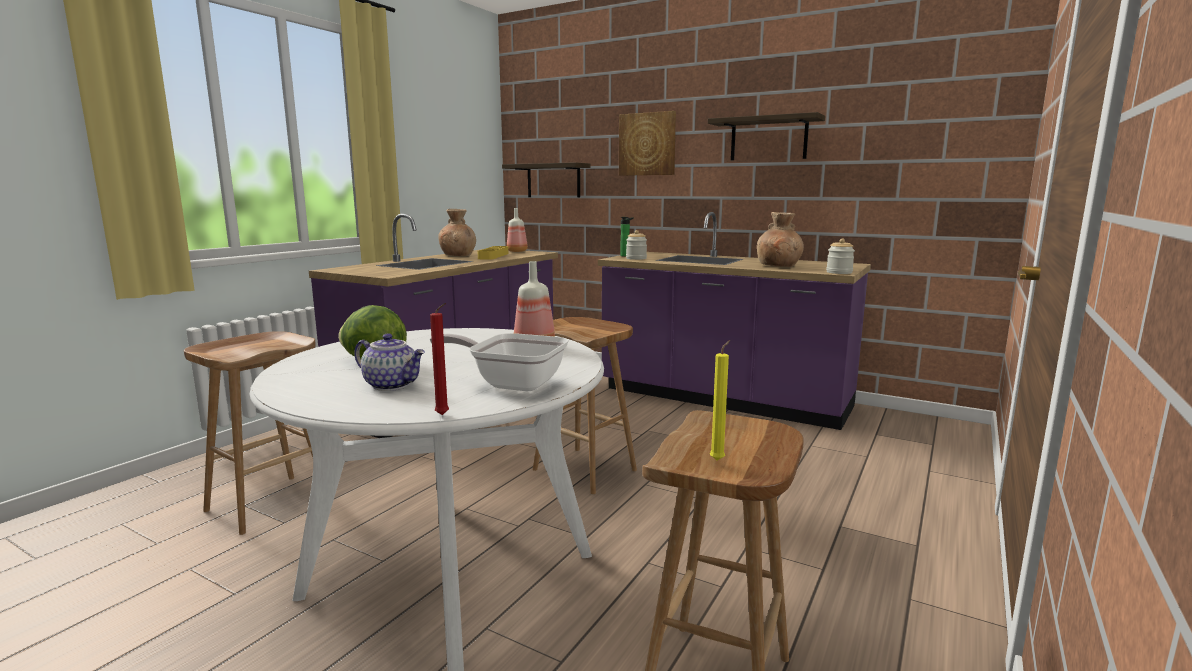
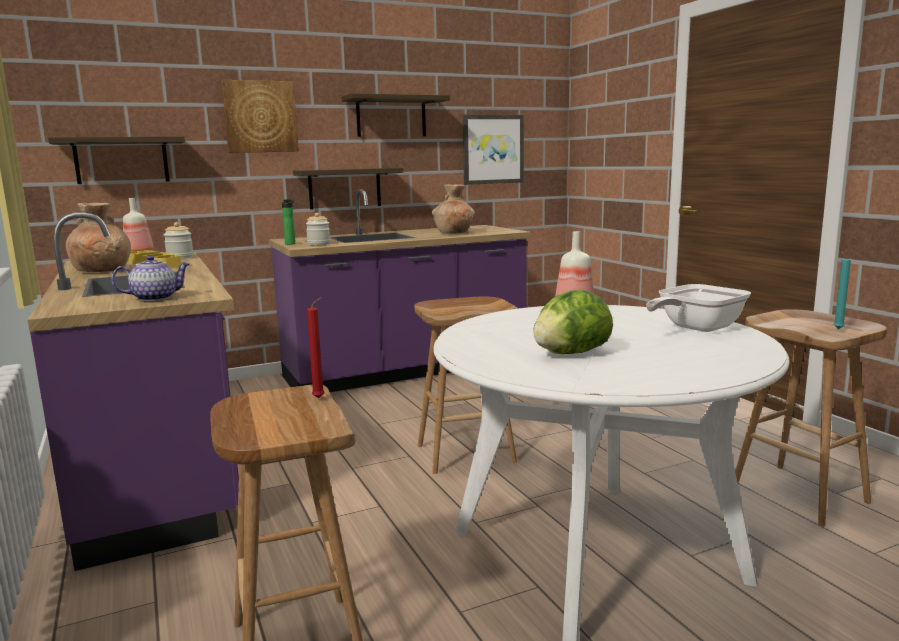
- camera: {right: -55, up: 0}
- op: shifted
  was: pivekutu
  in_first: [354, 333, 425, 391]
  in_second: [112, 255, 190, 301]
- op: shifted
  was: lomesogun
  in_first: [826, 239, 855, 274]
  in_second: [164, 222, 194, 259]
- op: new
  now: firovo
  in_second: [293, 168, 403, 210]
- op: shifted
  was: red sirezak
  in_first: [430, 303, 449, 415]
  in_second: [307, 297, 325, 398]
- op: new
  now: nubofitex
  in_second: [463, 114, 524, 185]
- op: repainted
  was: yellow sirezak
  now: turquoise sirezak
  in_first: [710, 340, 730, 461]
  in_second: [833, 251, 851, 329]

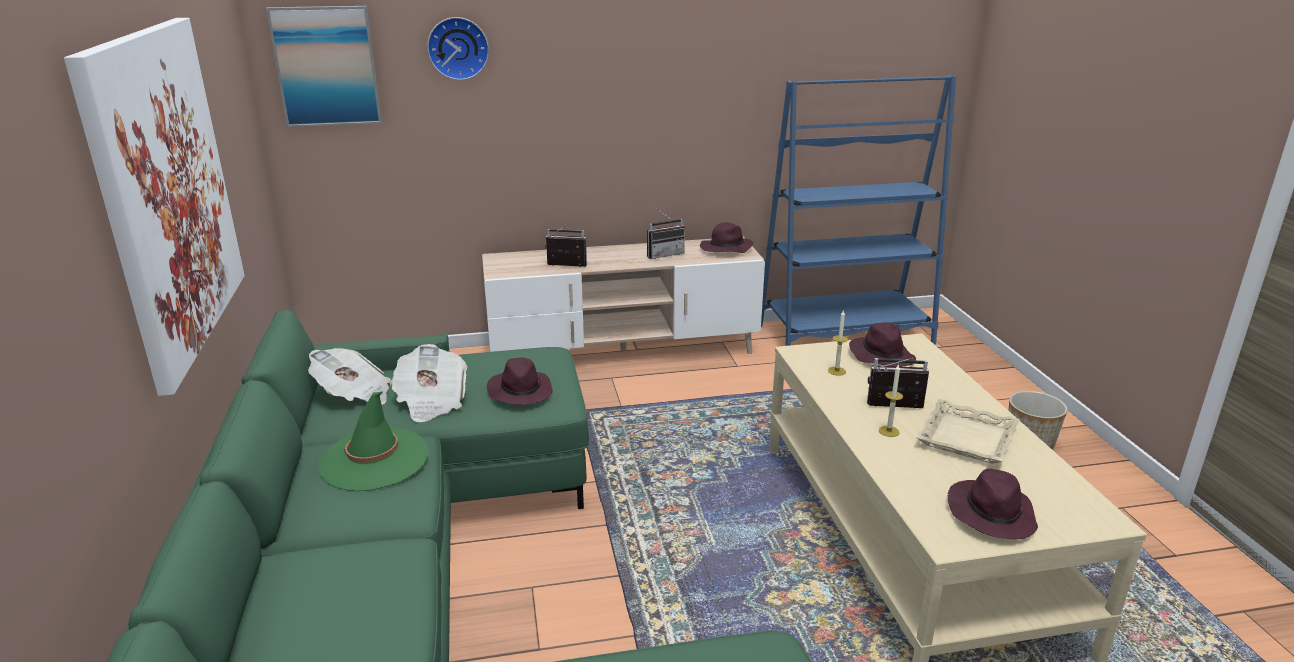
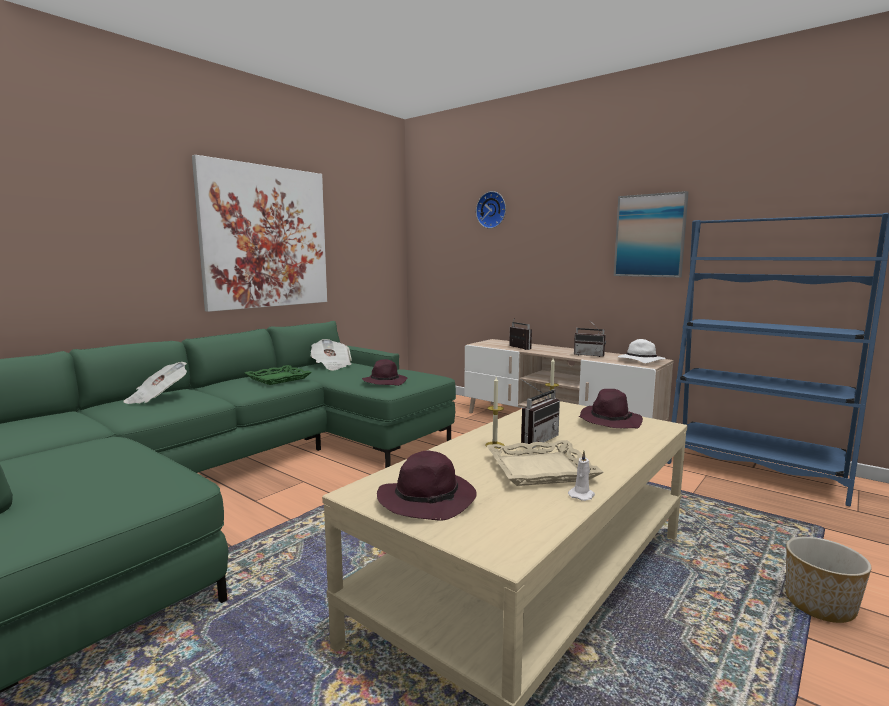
- camera: {right: 50, up: -15}
- op: shifted
  was: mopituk
  in_first: [390, 344, 467, 423]
  in_second: [124, 362, 187, 404]
- op: swapped
  was: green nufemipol
  now: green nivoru
  in_first: [319, 391, 428, 491]
  in_second: [245, 365, 312, 385]
- op: rotated
  was: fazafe
  in_first: [867, 358, 929, 408]
  in_second: [521, 379, 560, 449]
  clockwise: 75
- op: new
  now: white sirezak
  in_second: [568, 451, 595, 501]
- op: shifted
  was: nubofitex
  in_first: [266, 6, 382, 127]
  in_second: [614, 191, 689, 277]
- op: repainted
  was: purple nufemipol
  now: white nufemipol
  in_first: [700, 222, 754, 253]
  in_second: [618, 339, 666, 363]

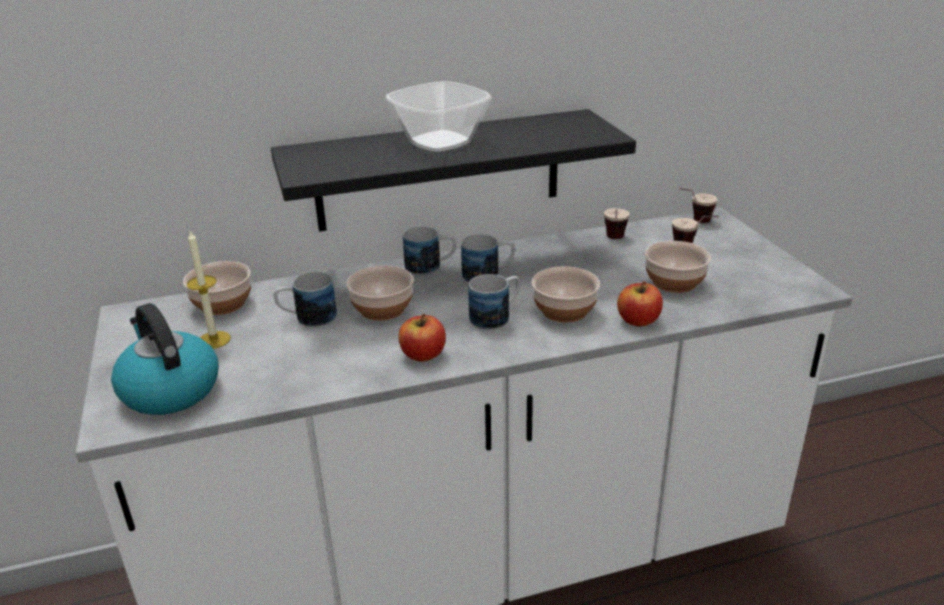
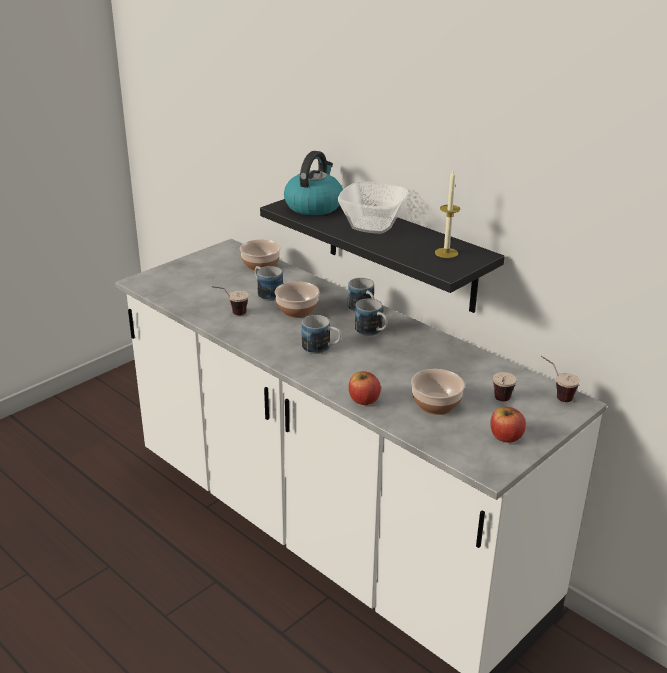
- camera: {right: 60, up: 0}
- op: shifted
  was: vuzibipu
  in_first: [604, 208, 630, 239]
  in_second: [211, 286, 249, 315]
- op: shifted
  was: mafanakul
  in_first: [111, 303, 218, 415]
  in_second: [284, 151, 343, 215]
- op: shifted
  was: sirezak
  in_first: [187, 231, 231, 349]
  in_second: [435, 170, 460, 258]
- op: shifted
  was: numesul
  in_first: [398, 314, 446, 362]
  in_second: [490, 407, 526, 443]
- op: gone
  was: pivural
  in_first: [532, 266, 600, 322]

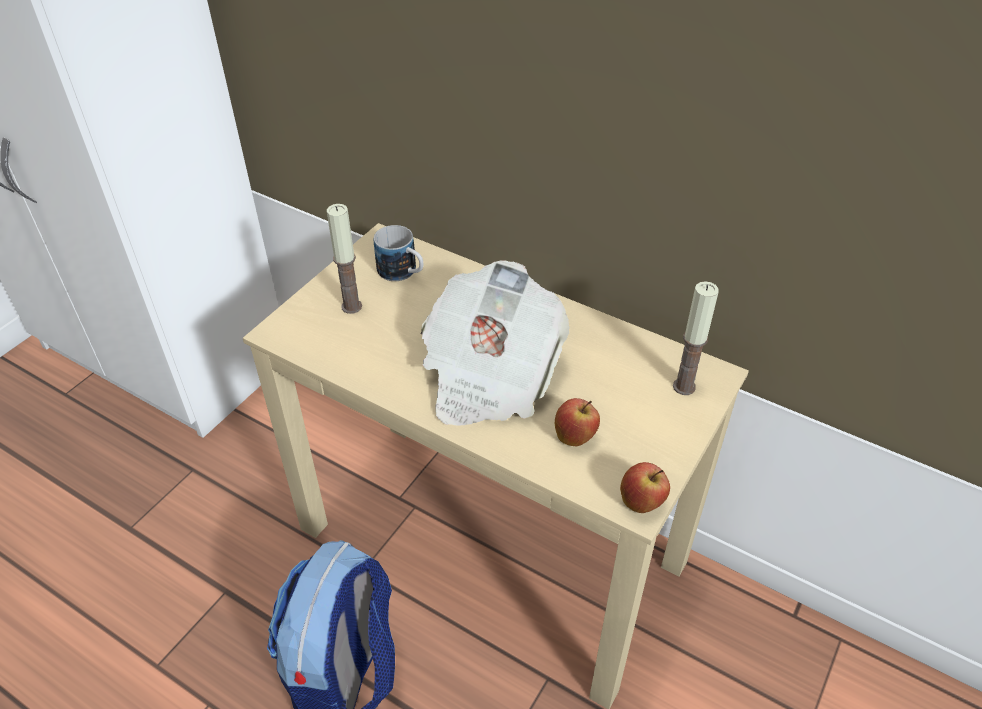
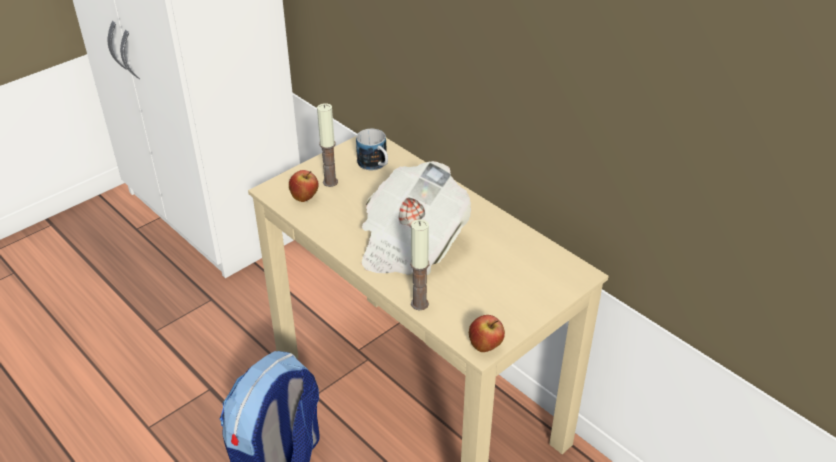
- camera: {right: 15, up: -5}
- op: shifted
  was: numesul
  in_first: [555, 398, 600, 446]
  in_second: [289, 170, 319, 202]
- op: shifted
  was: sirezak
  in_first: [673, 281, 719, 395]
  in_second: [410, 219, 429, 310]

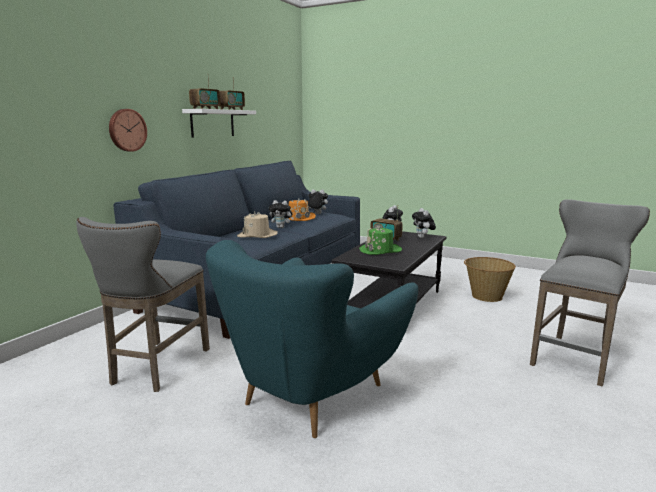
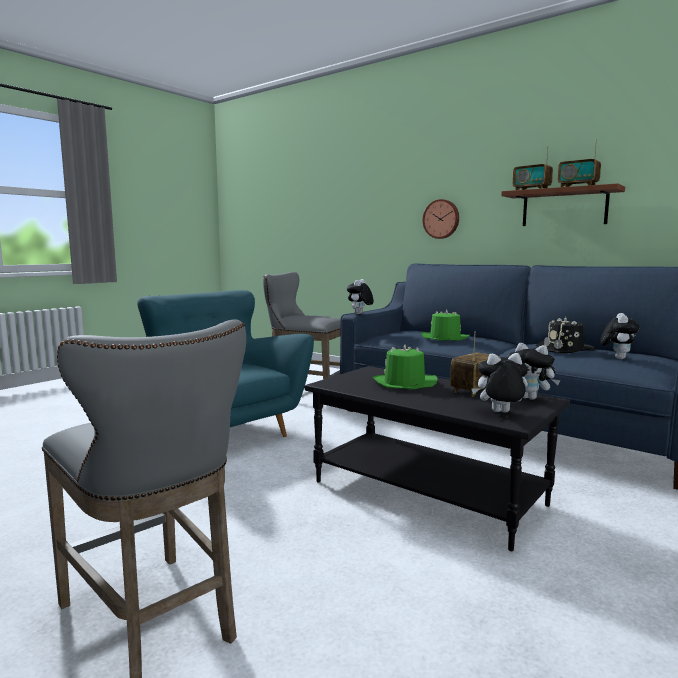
- camera: {right: 100, up: -5}
- op: shifted
  was: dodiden
  in_first: [268, 200, 294, 228]
  in_second: [347, 279, 374, 314]
- op: repainted
  was: beige nufemipol
  now: green nufemipol
  in_first: [237, 212, 278, 238]
  in_second: [421, 309, 470, 341]
- op: repainted
  was: white firovo
  now: brown firovo
  in_first: [182, 109, 256, 138]
  in_second: [501, 183, 625, 226]
- op: repainted
  was: orange nufemipol
  now: black nufemipol
  in_first: [288, 198, 316, 221]
  in_second: [536, 317, 596, 353]
- op: gone
  was: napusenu
  in_first: [464, 257, 516, 302]

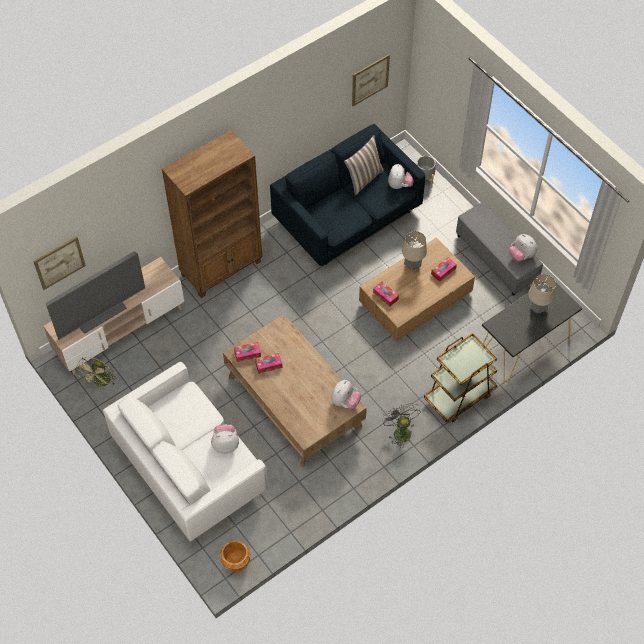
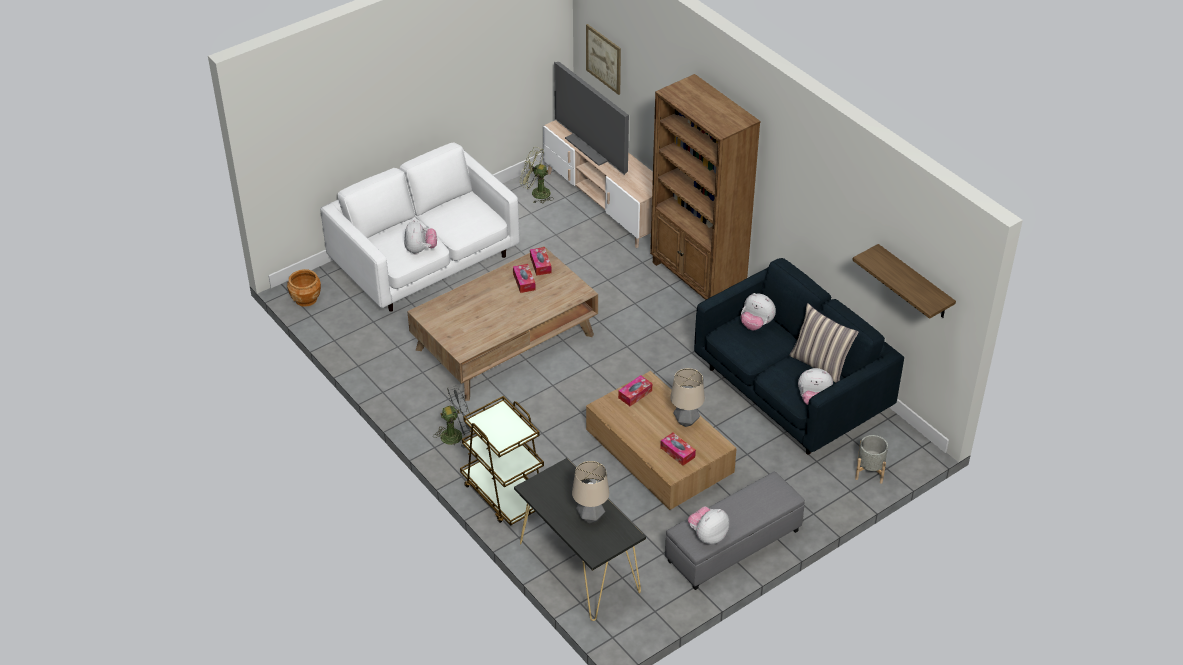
- camera: {right: 90, up: -15}
- op: shifted
  was: dodiden
  in_first: [331, 380, 361, 409]
  in_second: [740, 293, 776, 330]
- op: swapped
  was: nubofitex
  now: firovo
  in_first: [352, 54, 390, 106]
  in_second: [852, 244, 956, 319]

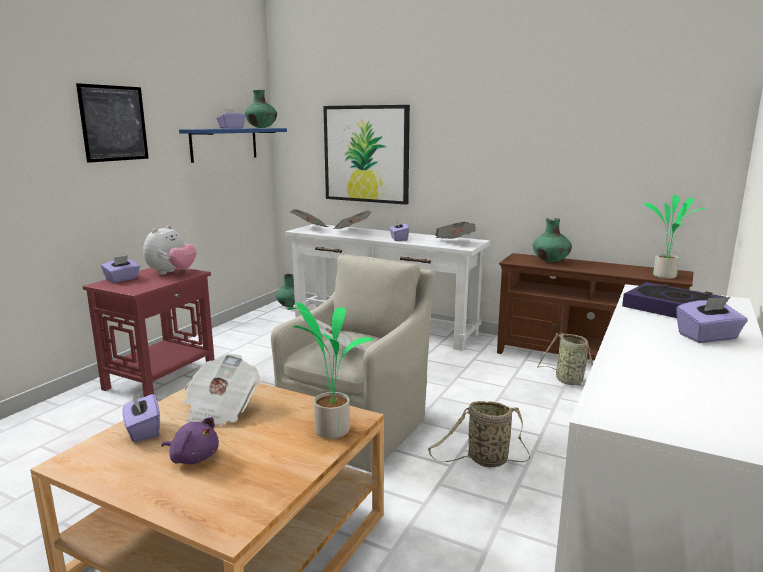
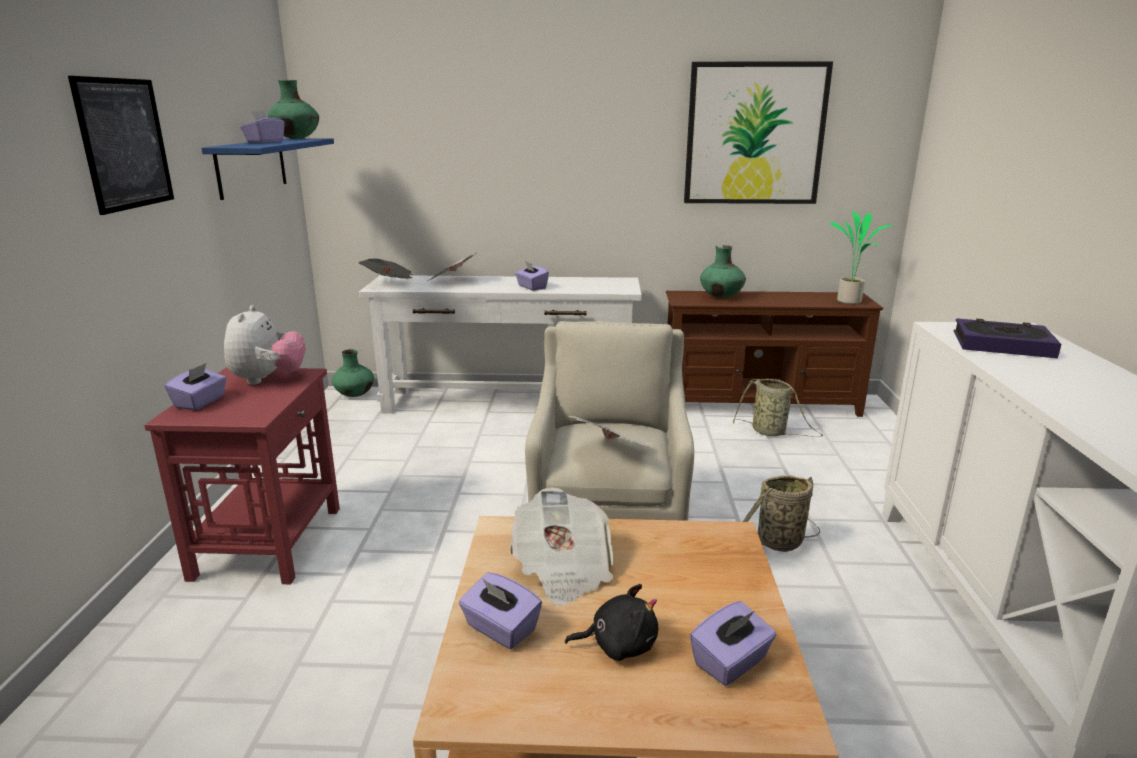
- camera: {right: -25, up: 5}
- op: repainted
  was: purple dodiden
  now: black dodiden
  in_first: [162, 417, 219, 464]
  in_second: [565, 584, 658, 661]
- op: shifted
  was: nubofitex
  in_first: [323, 105, 410, 205]
  in_second: [684, 61, 833, 204]
- op: shifted
  was: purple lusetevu
  in_first: [676, 297, 748, 343]
  in_second: [690, 601, 776, 686]
- op: gone
  was: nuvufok
  in_first: [288, 302, 374, 439]
- op: gone
  was: mopituk
  in_first: [435, 222, 476, 239]

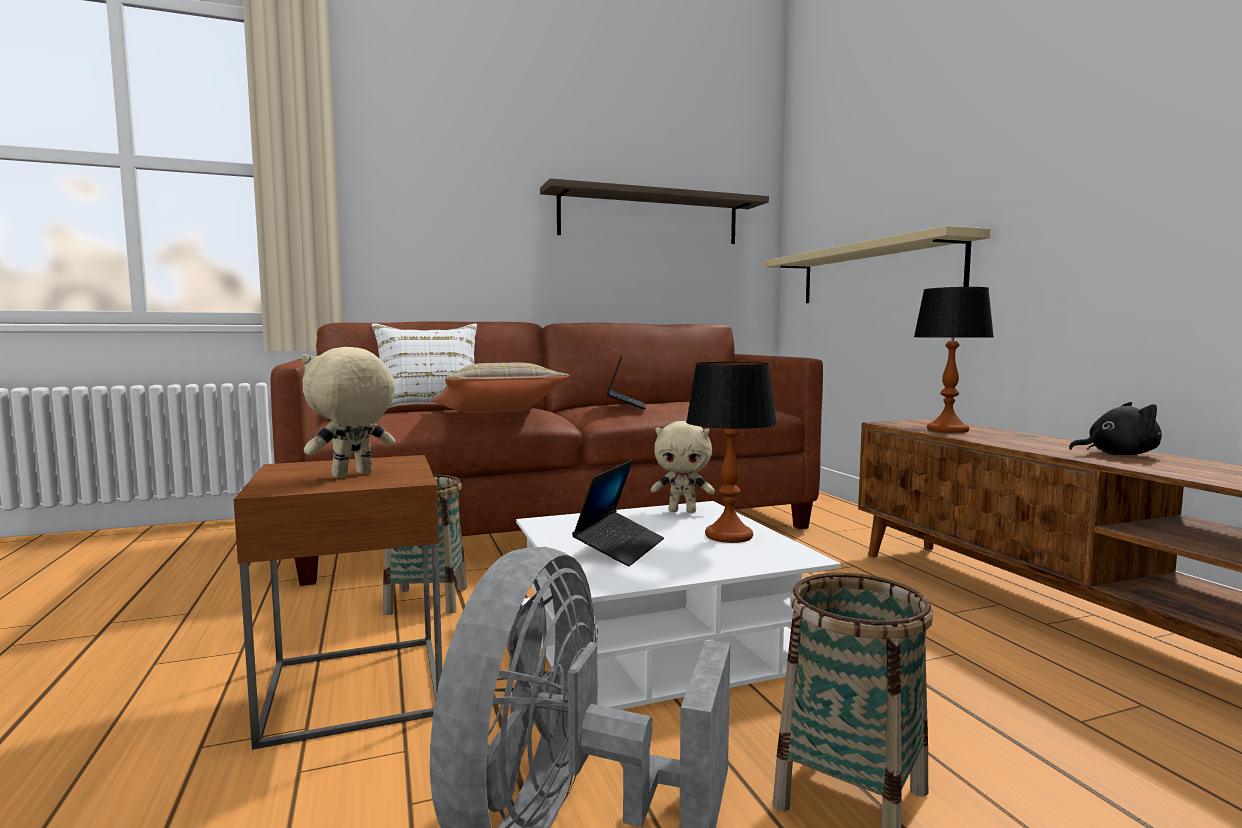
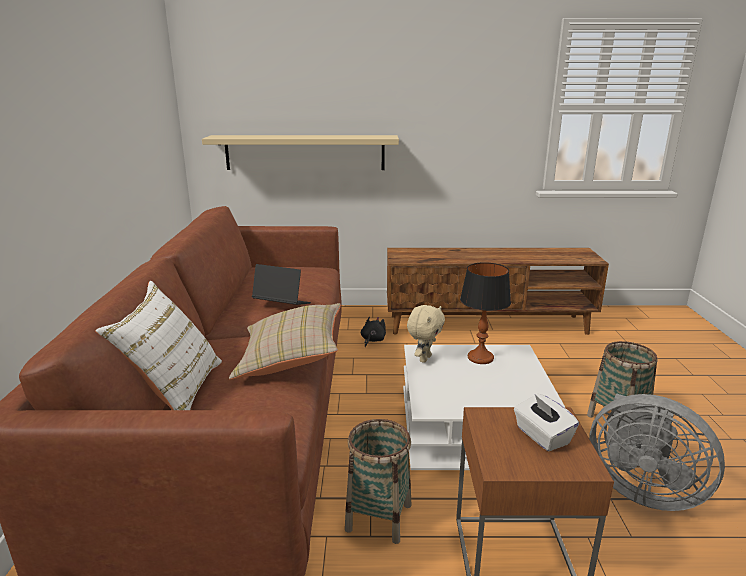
- camera: {right: -70, up: 15}
- op: shifted
  was: black dodiden
  in_first: [1069, 402, 1162, 455]
  in_second: [361, 317, 386, 347]
- op: swapped
  was: beige dodiden
  now: white lusetevu
  in_first: [301, 347, 396, 478]
  in_second: [514, 394, 579, 451]
- op: gone
  was: firovo
  in_first: [540, 178, 769, 244]
- op: gone
  was: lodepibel
  in_first: [572, 460, 664, 566]
- op: gone
  was: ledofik
  in_first: [914, 287, 994, 433]

